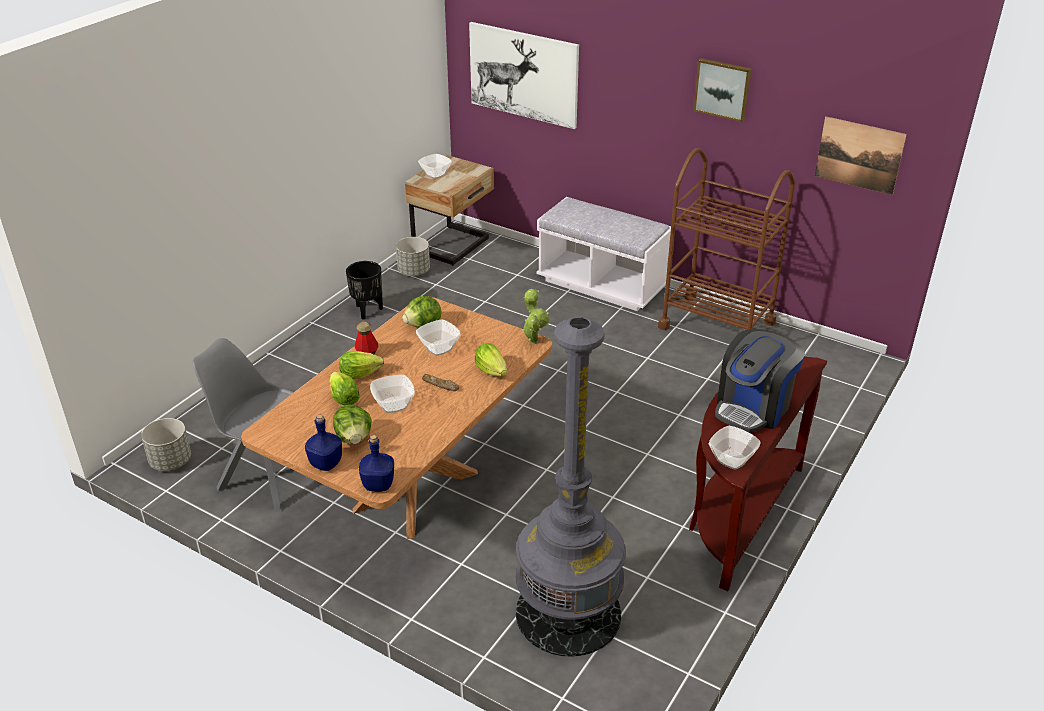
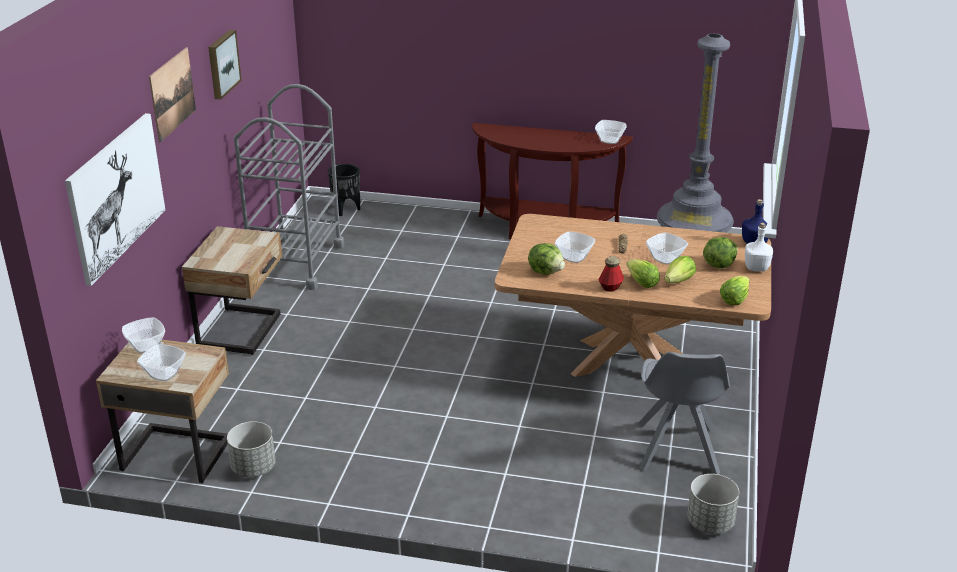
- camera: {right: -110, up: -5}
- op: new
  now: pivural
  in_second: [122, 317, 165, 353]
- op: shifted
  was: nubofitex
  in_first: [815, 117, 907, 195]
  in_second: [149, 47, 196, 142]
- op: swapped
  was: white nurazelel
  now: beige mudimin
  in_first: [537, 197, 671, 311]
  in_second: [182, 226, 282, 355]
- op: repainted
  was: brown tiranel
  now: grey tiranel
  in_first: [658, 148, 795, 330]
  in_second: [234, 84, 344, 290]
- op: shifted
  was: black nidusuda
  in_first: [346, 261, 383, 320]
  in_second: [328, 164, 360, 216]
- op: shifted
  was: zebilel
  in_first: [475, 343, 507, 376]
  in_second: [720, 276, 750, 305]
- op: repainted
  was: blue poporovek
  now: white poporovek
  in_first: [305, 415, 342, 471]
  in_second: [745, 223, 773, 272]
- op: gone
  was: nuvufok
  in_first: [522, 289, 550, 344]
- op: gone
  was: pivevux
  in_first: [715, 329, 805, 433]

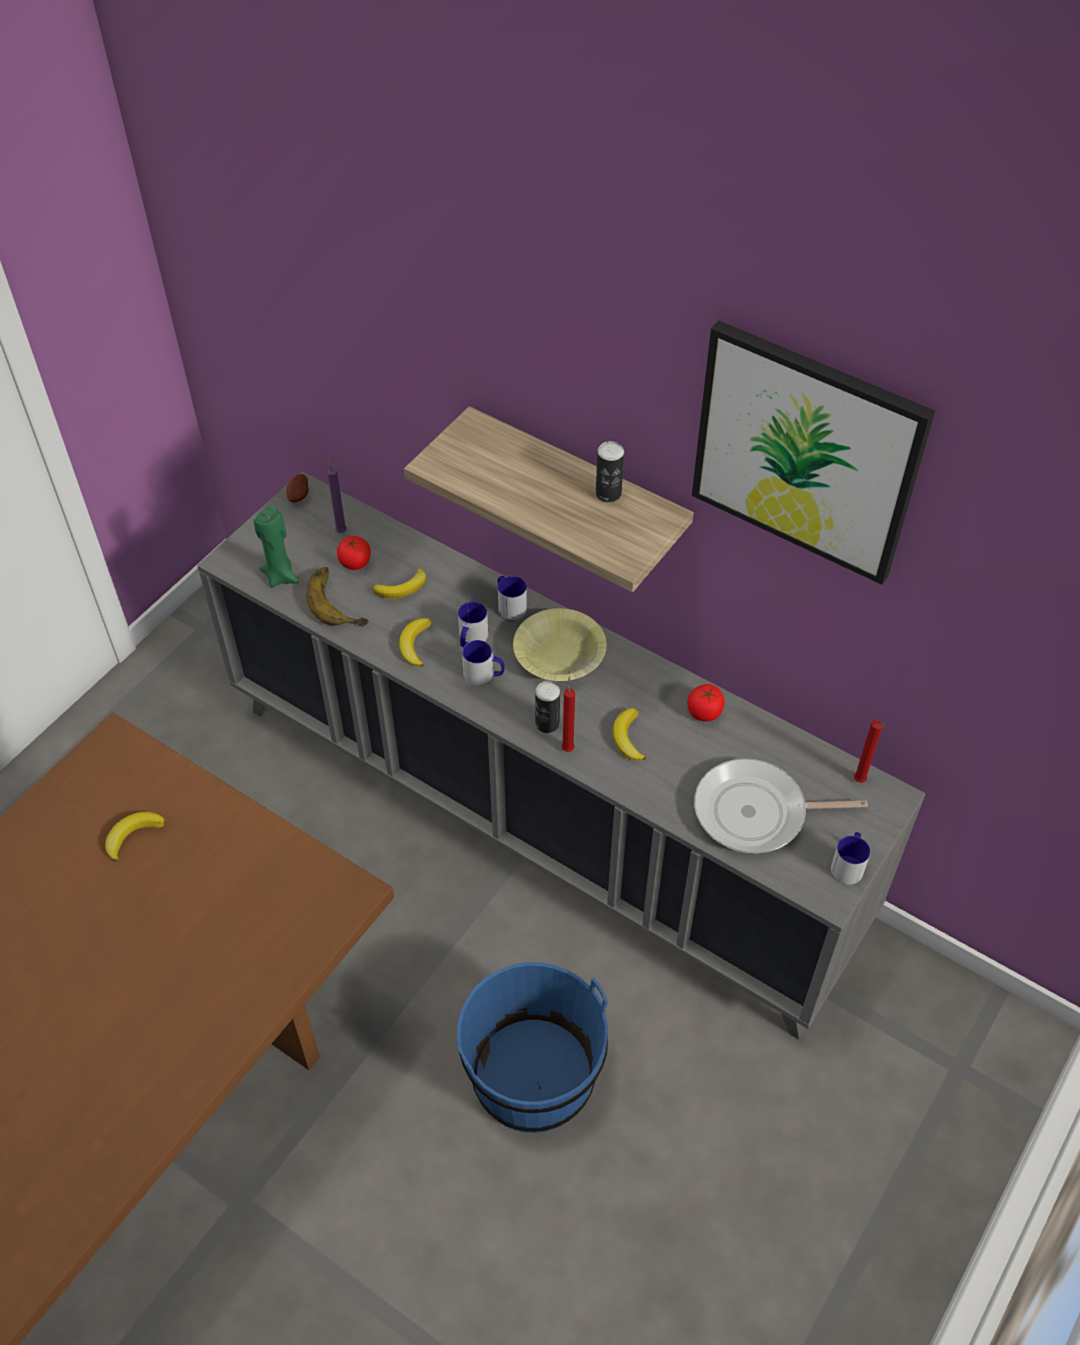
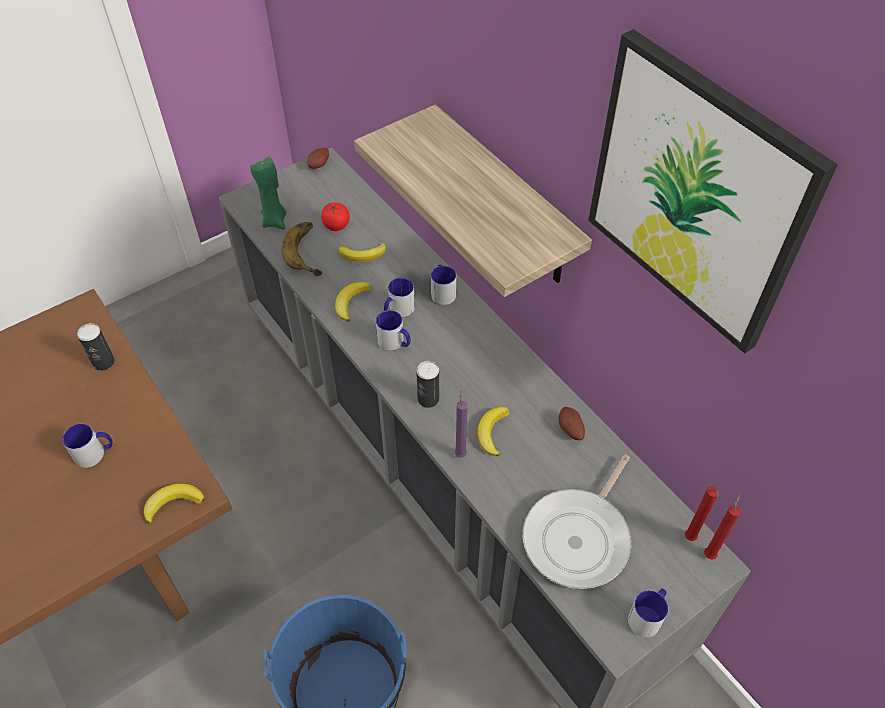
- camera: {right: 20, up: 0}
- op: new
  now: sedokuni
  in_second: [62, 424, 113, 468]
- op: shifted
  was: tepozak
  in_first: [596, 441, 624, 502]
  in_second: [77, 323, 115, 371]
- op: shifted
  was: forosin
  in_first: [105, 812, 165, 862]
  in_second: [144, 484, 205, 524]
- op: shifted
  was: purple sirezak
  in_first: [327, 458, 347, 533]
  in_second: [455, 390, 468, 458]
- op: rotated
  was: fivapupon
  in_first: [694, 758, 868, 853]
  in_second: [523, 455, 631, 589]
  clockwise: -75
- op: swapped
  was: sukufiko
  now: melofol
  in_first: [687, 684, 725, 722]
  in_second: [559, 407, 585, 440]
- op: shifted
  was: red sirezak
  in_first: [562, 676, 575, 752]
  in_second: [704, 495, 740, 560]
- op: gone
  was: yellow pivural
  in_first: [513, 608, 607, 681]

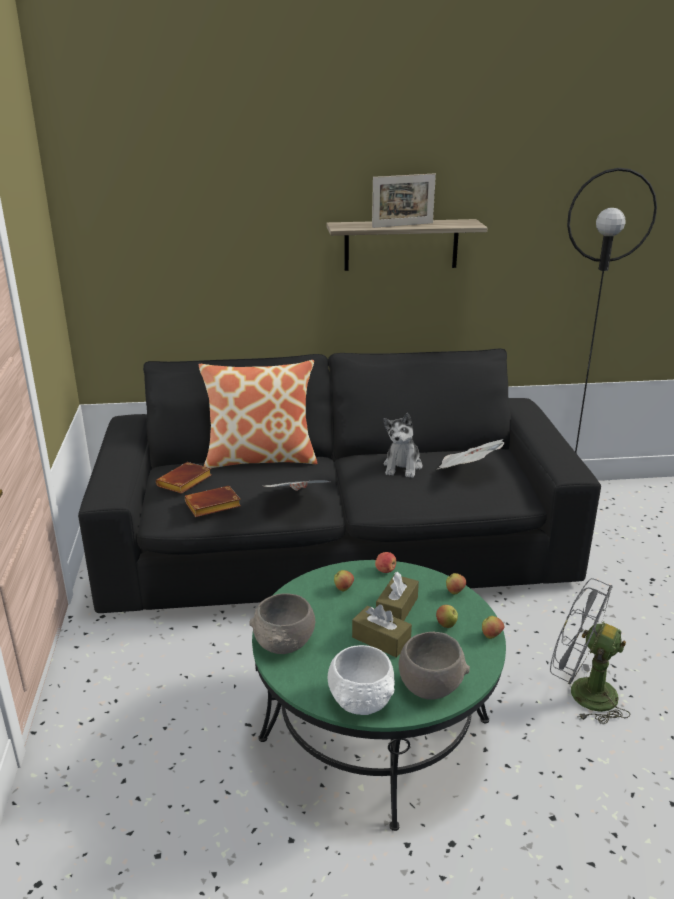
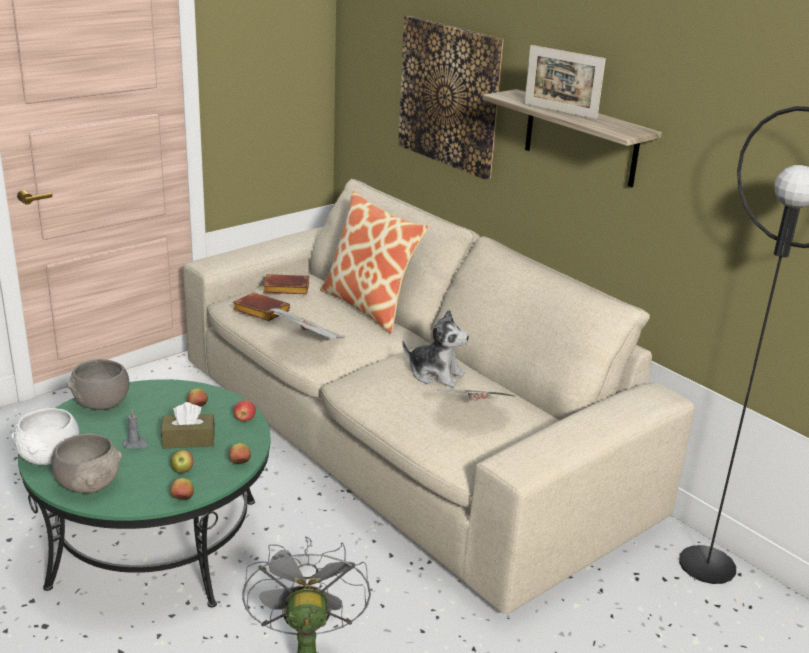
- camera: {right: 55, up: 0}
- op: swapped
  was: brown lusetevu
  now: grey sirezak
  in_first: [352, 605, 412, 658]
  in_second: [123, 410, 149, 449]
- op: repainted
  was: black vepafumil
  now: beige vepafumil
  in_first: [78, 349, 601, 613]
  in_second: [183, 179, 695, 614]
- op: new
  now: nubofitex
  in_second: [398, 16, 504, 180]
- op: rotated
  was: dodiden
  in_first: [383, 413, 422, 478]
  in_second: [402, 310, 469, 387]
  clockwise: -135

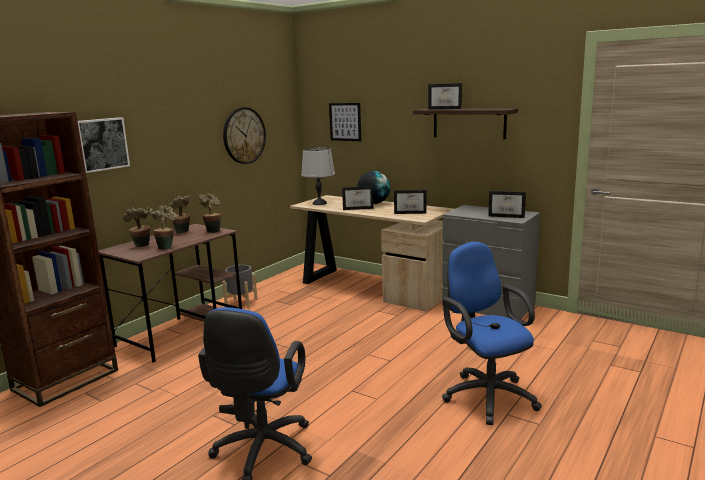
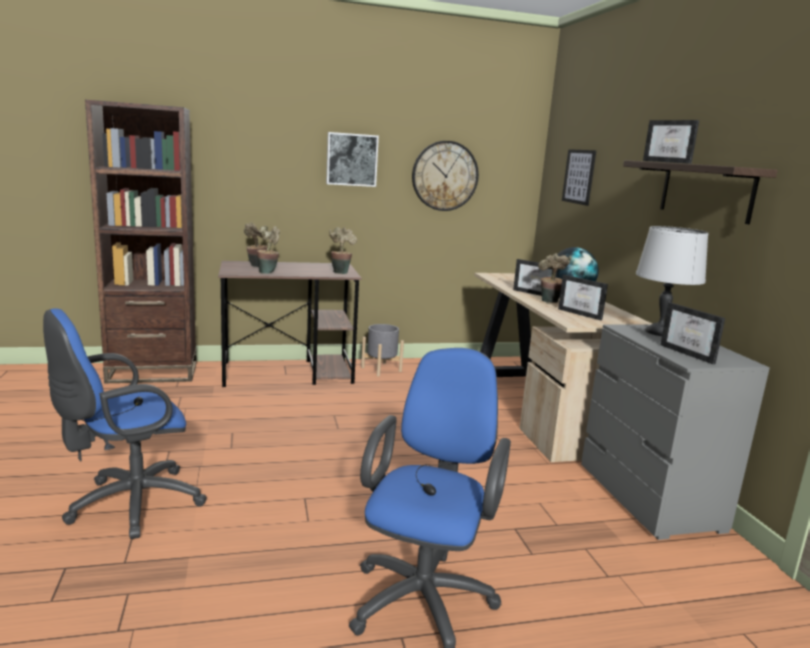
- camera: {right: 40, up: 0}
- op: shifted
  was: nubofitex
  in_first: [78, 117, 130, 173]
  in_second: [326, 132, 379, 187]
- op: shifted
  was: nuvufok
  in_first: [168, 195, 190, 233]
  in_second: [538, 253, 571, 303]
- op: shifted
  was: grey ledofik
  in_first: [301, 148, 335, 205]
  in_second: [636, 226, 708, 336]

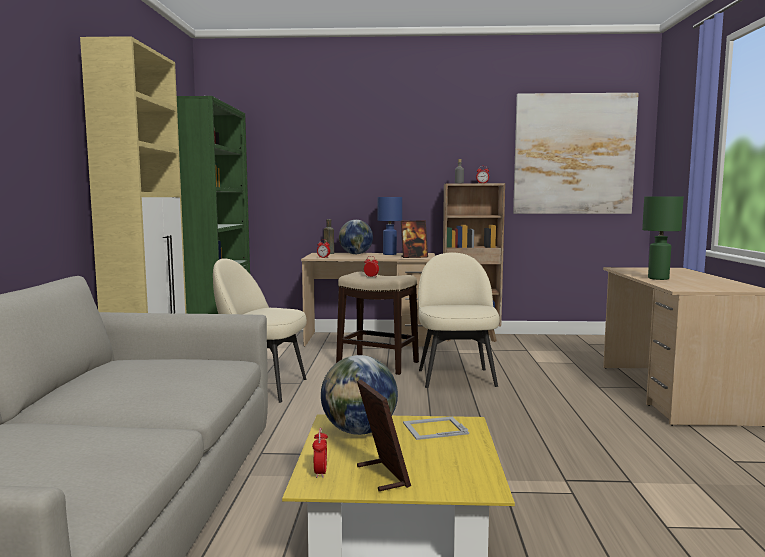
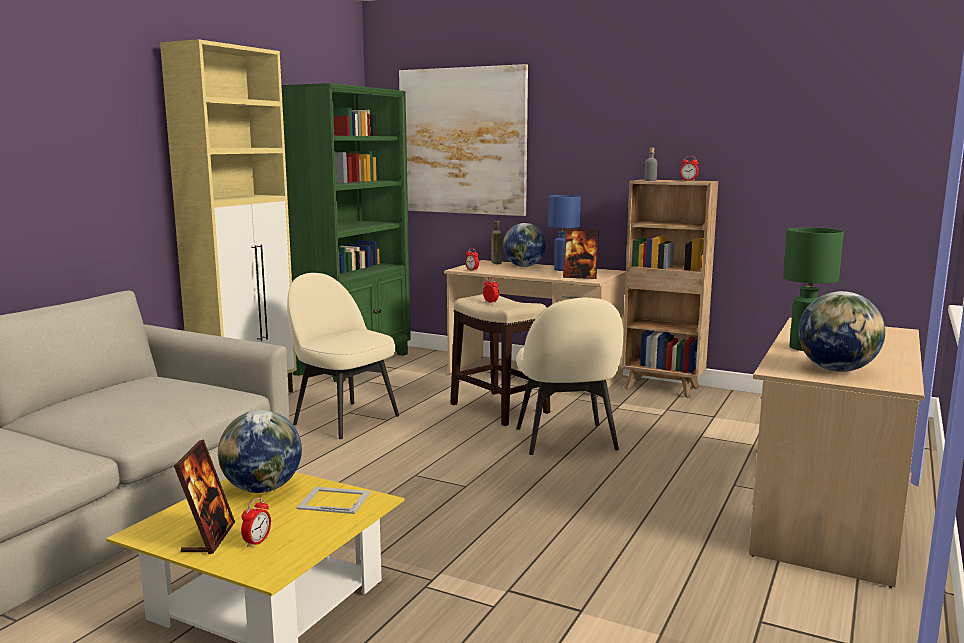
- camera: {right: 25, up: 5}
- op: shifted
  was: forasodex
  in_first: [312, 428, 328, 478]
  in_second: [241, 497, 271, 548]
- op: shifted
  was: nubofitex
  in_first: [513, 93, 639, 214]
  in_second: [399, 64, 528, 216]
- op: rotated
  was: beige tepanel
  in_first: [418, 252, 500, 388]
  in_second: [516, 298, 623, 455]
  clockwise: 150
- op: new
  now: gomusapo
  in_second: [798, 291, 885, 372]

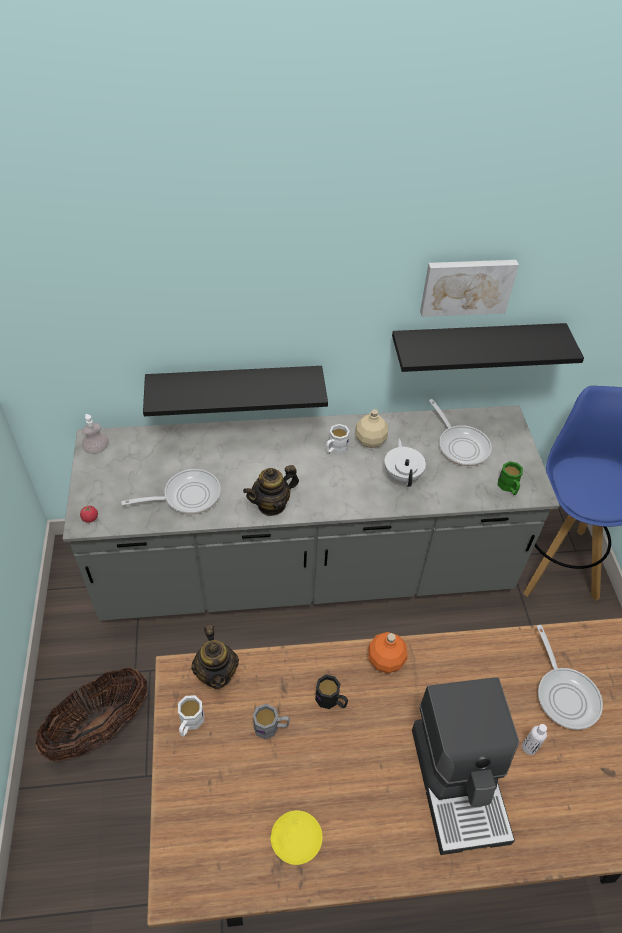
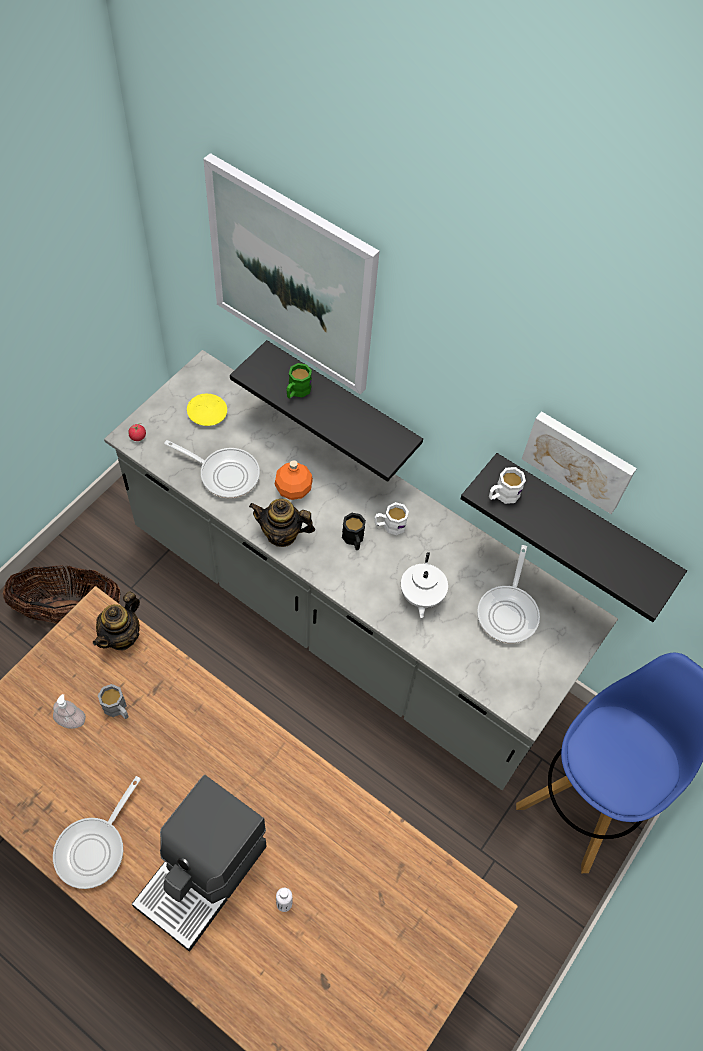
- camera: {right: 40, up: 10}
- op: shifted
  was: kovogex
  in_first: [82, 414, 109, 454]
  in_second: [53, 694, 86, 729]
- op: shifted
  was: fivapupon
  in_first: [537, 625, 603, 730]
  in_second: [53, 776, 141, 889]
- op: shifted
  was: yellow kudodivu
  in_first: [271, 810, 323, 865]
  in_second: [187, 394, 227, 426]
- op: new
  now: nubofitex
  in_second: [203, 153, 380, 394]
- op: shifted
  was: orange poporovek
  in_first: [368, 632, 407, 673]
  in_second: [274, 460, 313, 500]
- op: shifted
  was: green sedokuni
  in_first: [498, 461, 523, 495]
  in_second: [286, 363, 312, 399]
- op: shifted
  was: black sedokuni
  in_first: [315, 675, 348, 709]
  in_second: [342, 513, 366, 550]
- op: rotated
  was: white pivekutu
  in_first: [384, 438, 426, 487]
  in_second: [401, 552, 448, 618]
  clockwise: 150
- op: shifted
  was: white sedokuni
  in_first: [178, 695, 204, 737]
  in_second: [489, 467, 526, 504]
- op: gone
  was: beige poporovek
  in_first: [356, 409, 388, 448]

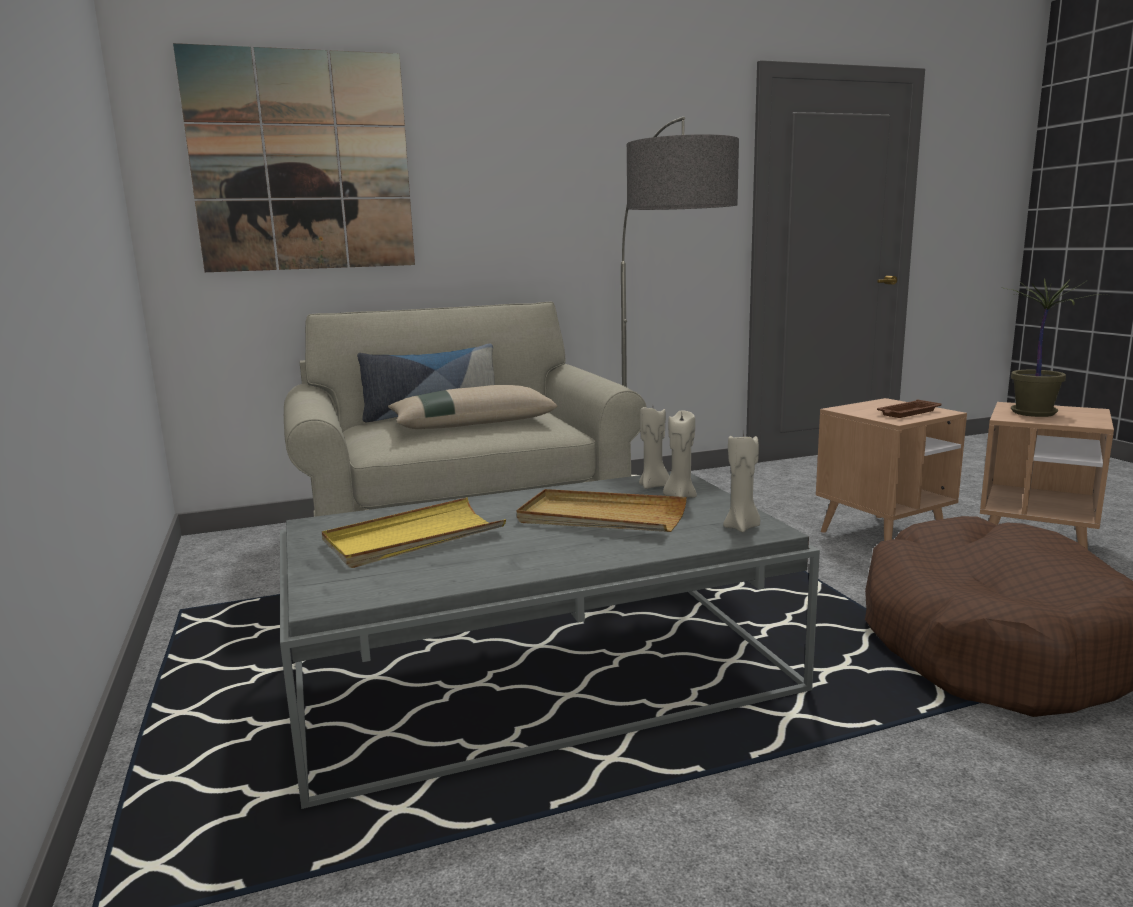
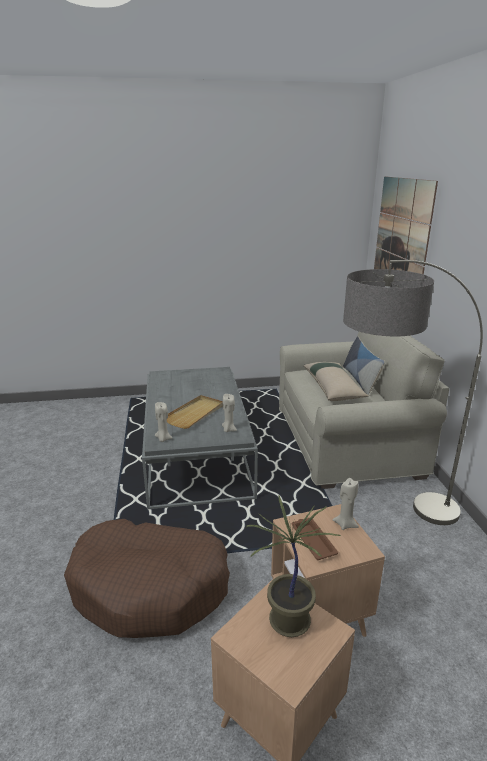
- camera: {right: 100, up: 10}
- op: shifted
  was: beige sirezak
  in_first: [663, 410, 697, 498]
  in_second: [333, 478, 359, 530]
- op: gone
  was: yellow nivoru
  in_first: [322, 497, 506, 568]

